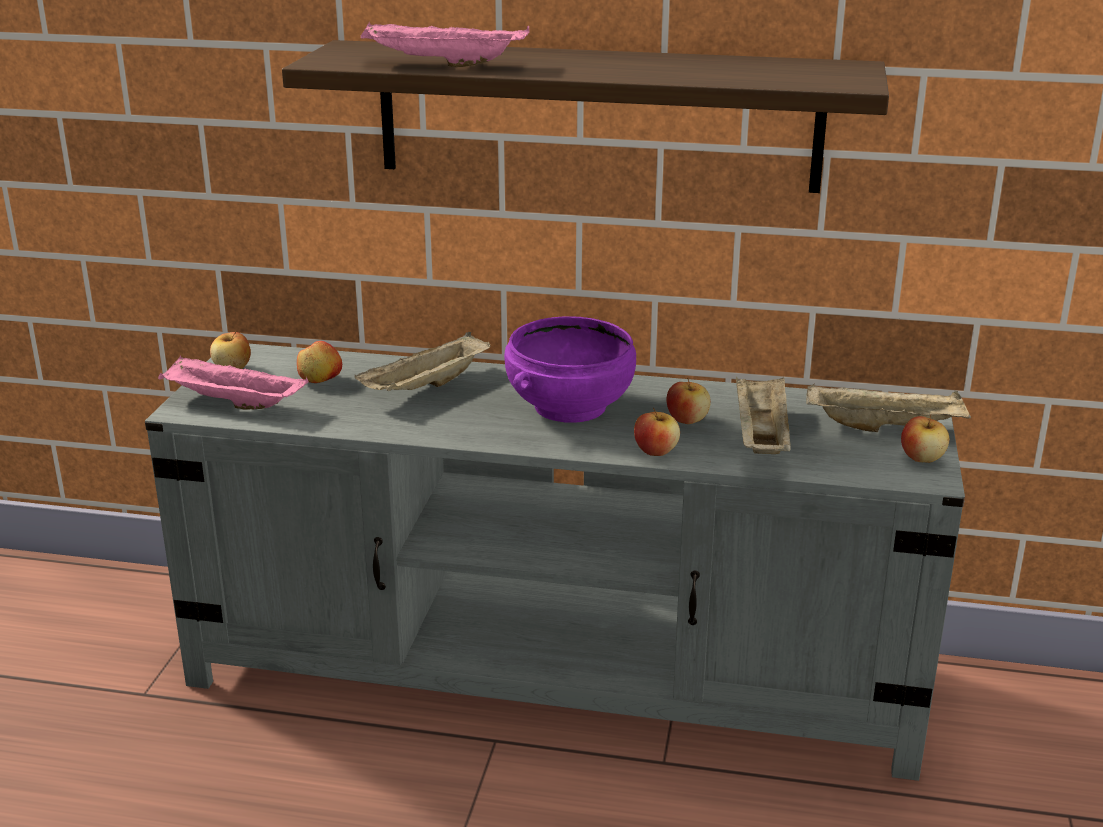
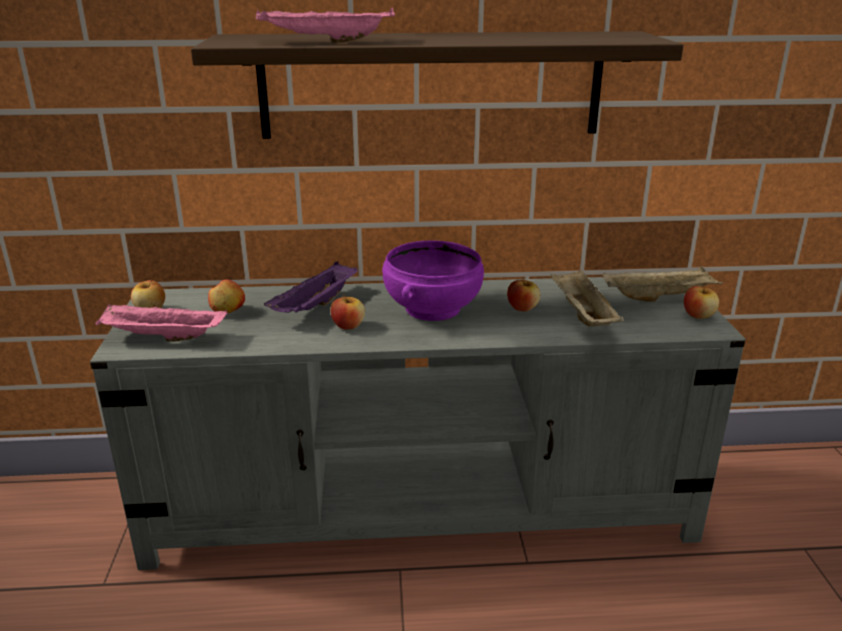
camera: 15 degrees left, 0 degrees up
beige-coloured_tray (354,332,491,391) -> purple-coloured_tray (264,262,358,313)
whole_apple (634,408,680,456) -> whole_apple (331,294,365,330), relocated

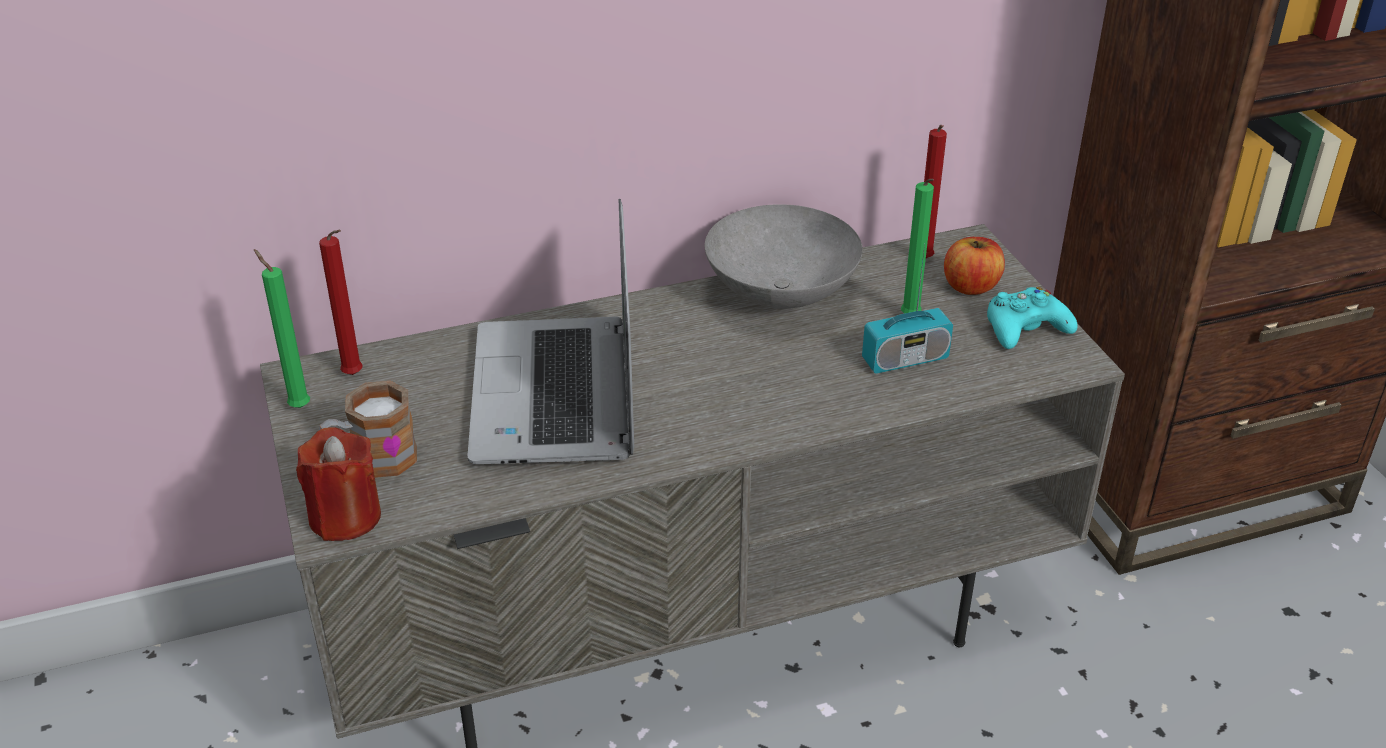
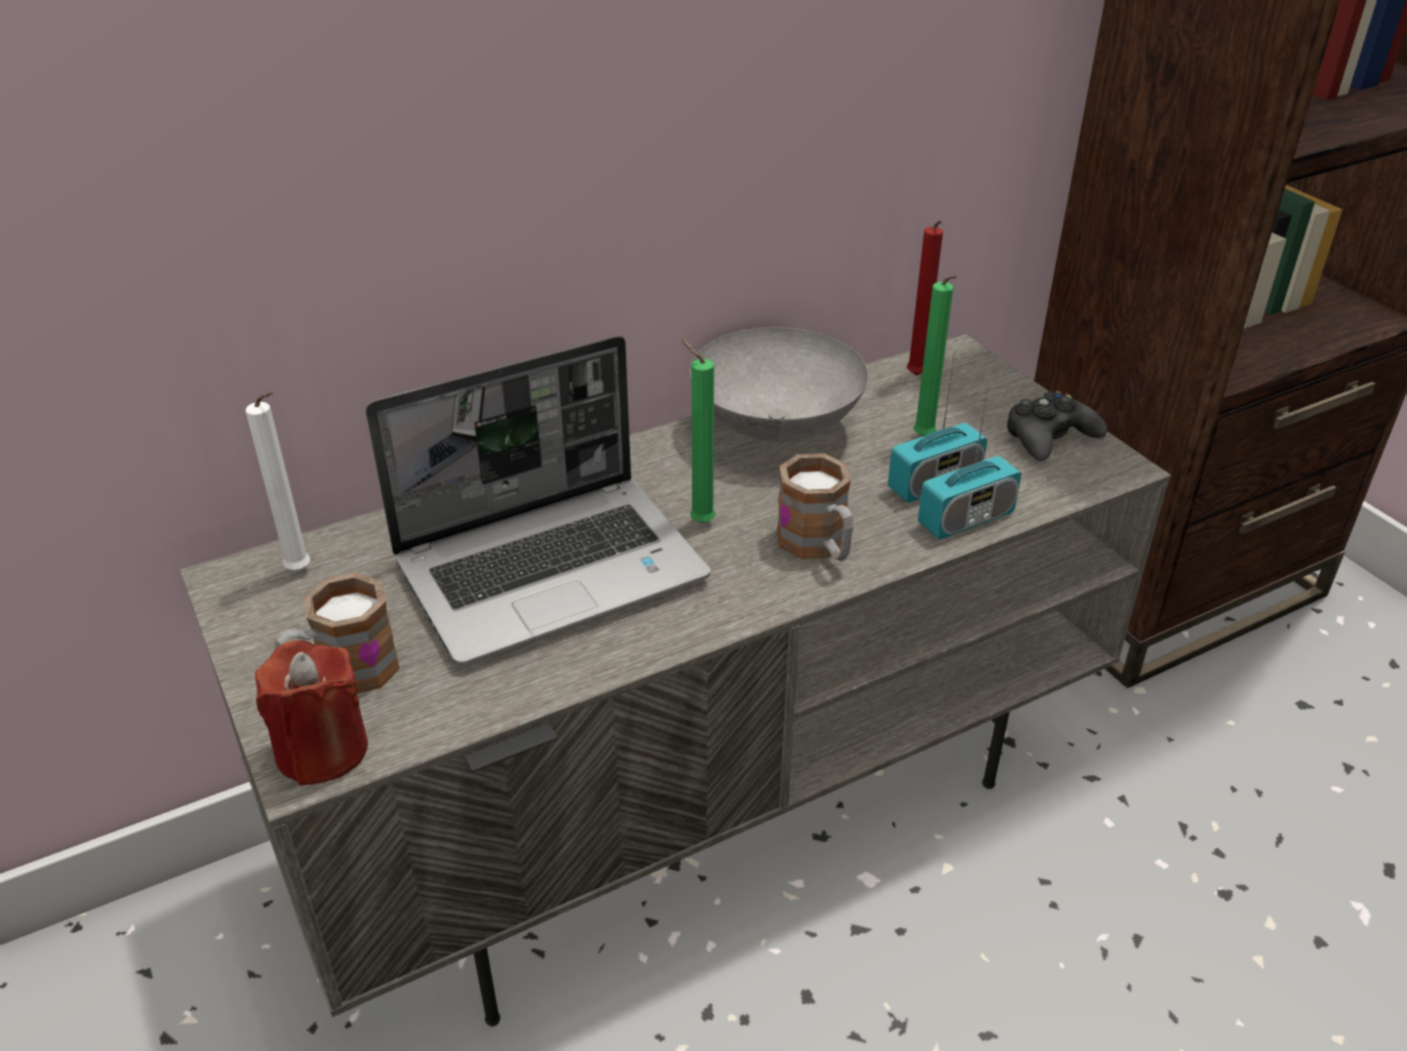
camera: 10 degrees left, 0 degrees up
greenish_candle (254,249,310,408) -> greenish_candle (681,339,716,523), relocated
reddish_candle (319,230,363,375) -> white_candle (246,392,310,570)
laptop (467,199,634,464) -> laptop (366,336,711,665), 105 degrees counterclockwise
whole_apple (944,237,1005,295) -> none
blue-green_joypad (987,287,1078,349) -> blackish_joypad (1007,391,1107,461)
none -> tea_mug (777,453,854,561)
none -> radio_set (918,381,1021,540)

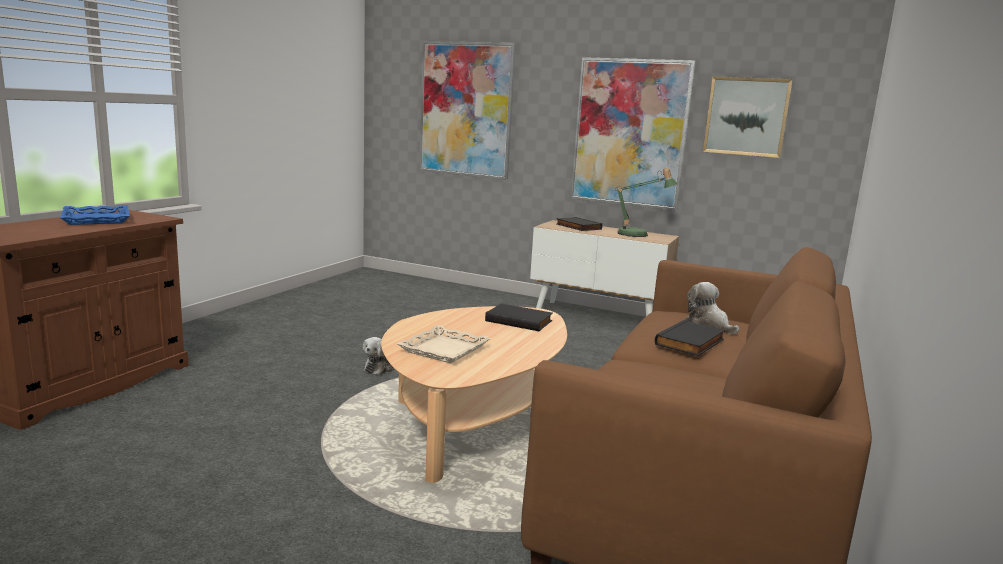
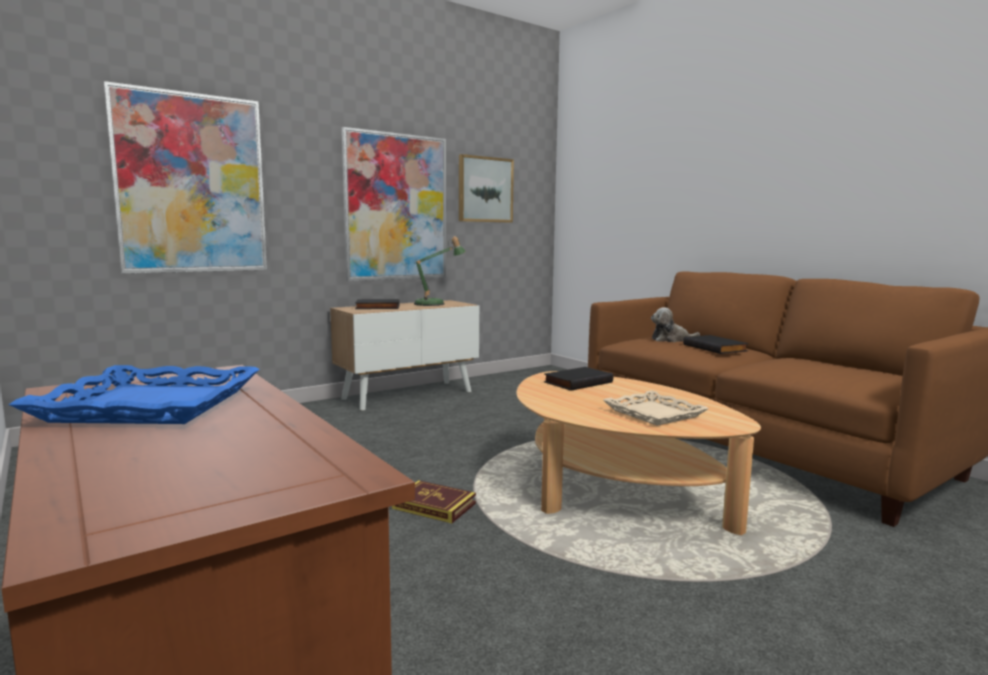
camera: 60 degrees left, 5 degrees down
cuddly_toy (362,337,393,375) -> book (392,480,476,523)

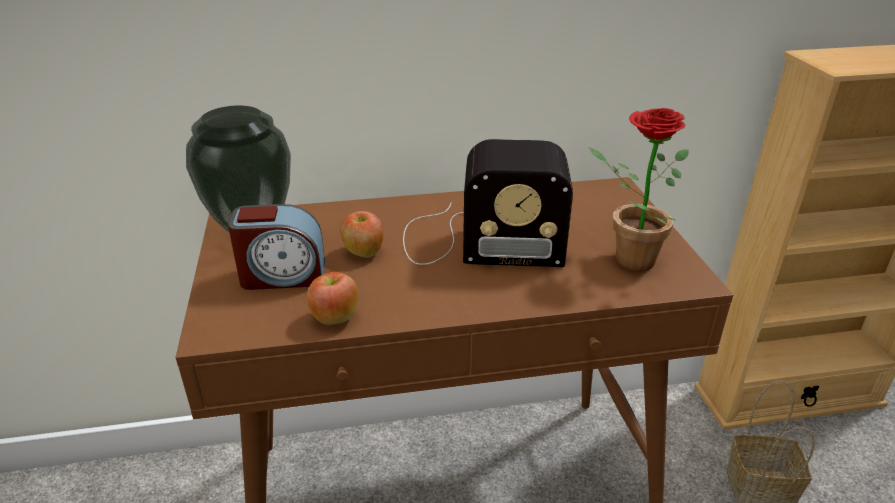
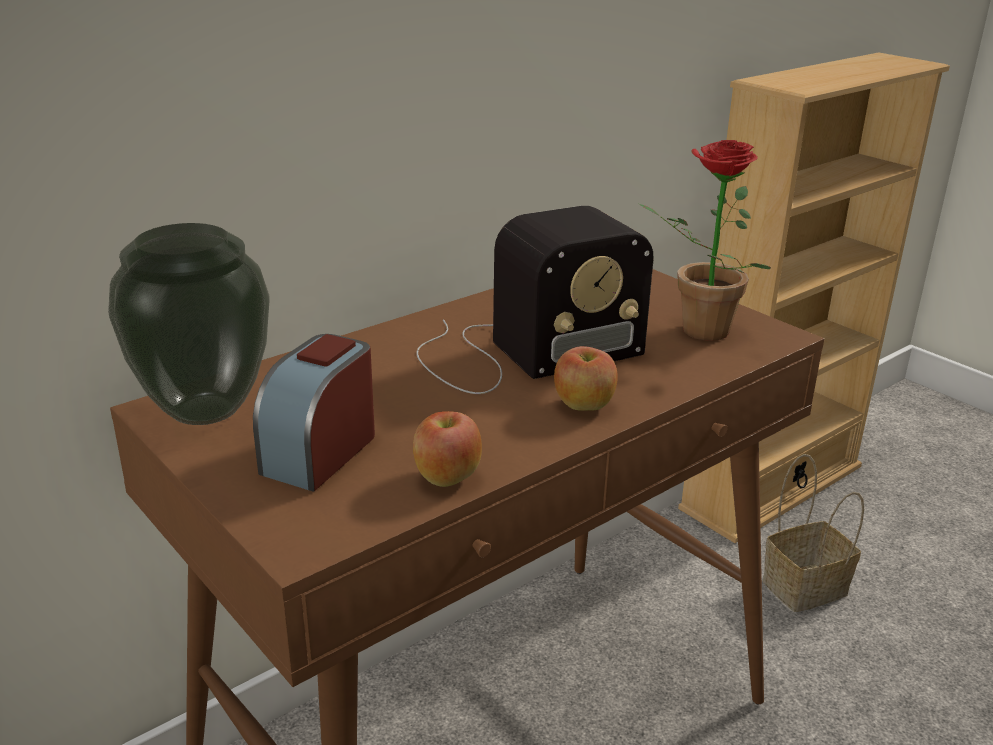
camera: 30 degrees left, 5 degrees down
table_clock (228,204,325,290) -> table_clock (253,334,375,492), 150 degrees clockwise
whole_apple (340,211,384,258) -> whole_apple (554,346,618,411), relocated

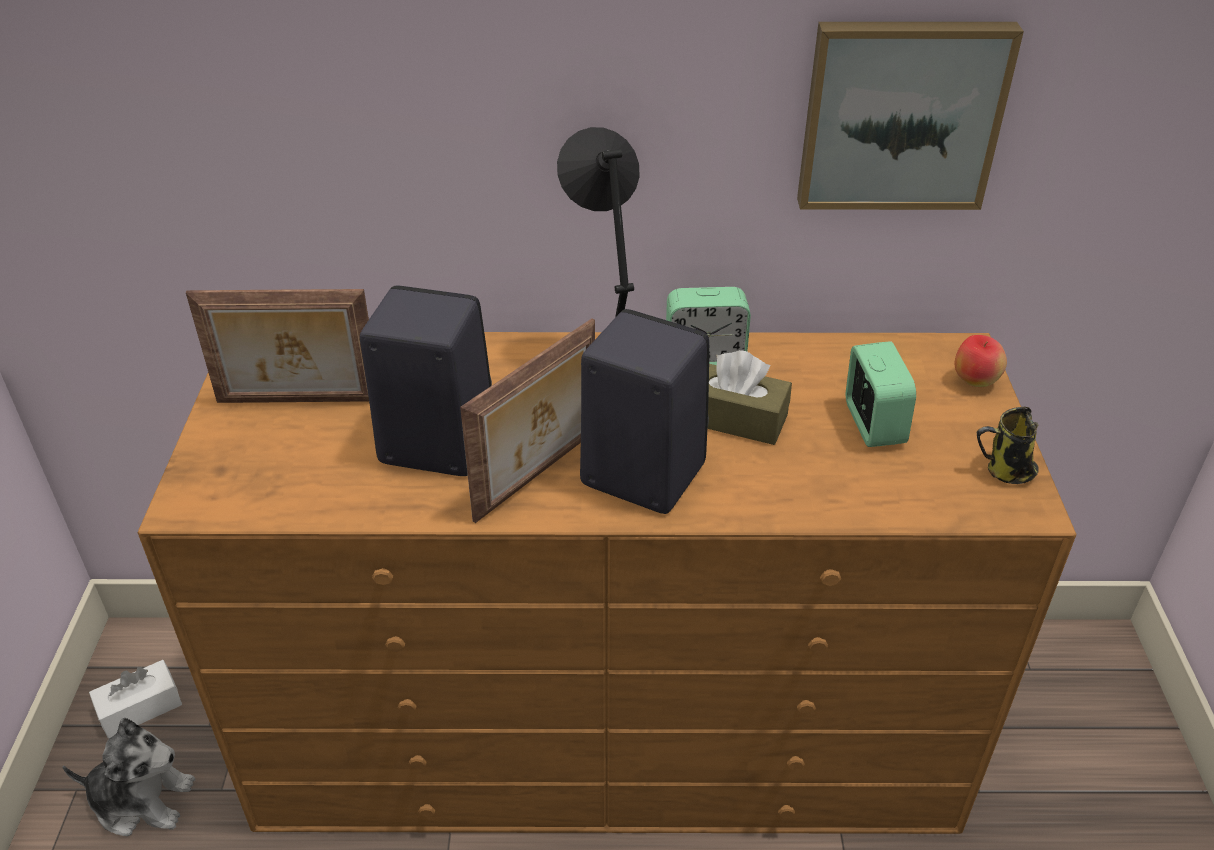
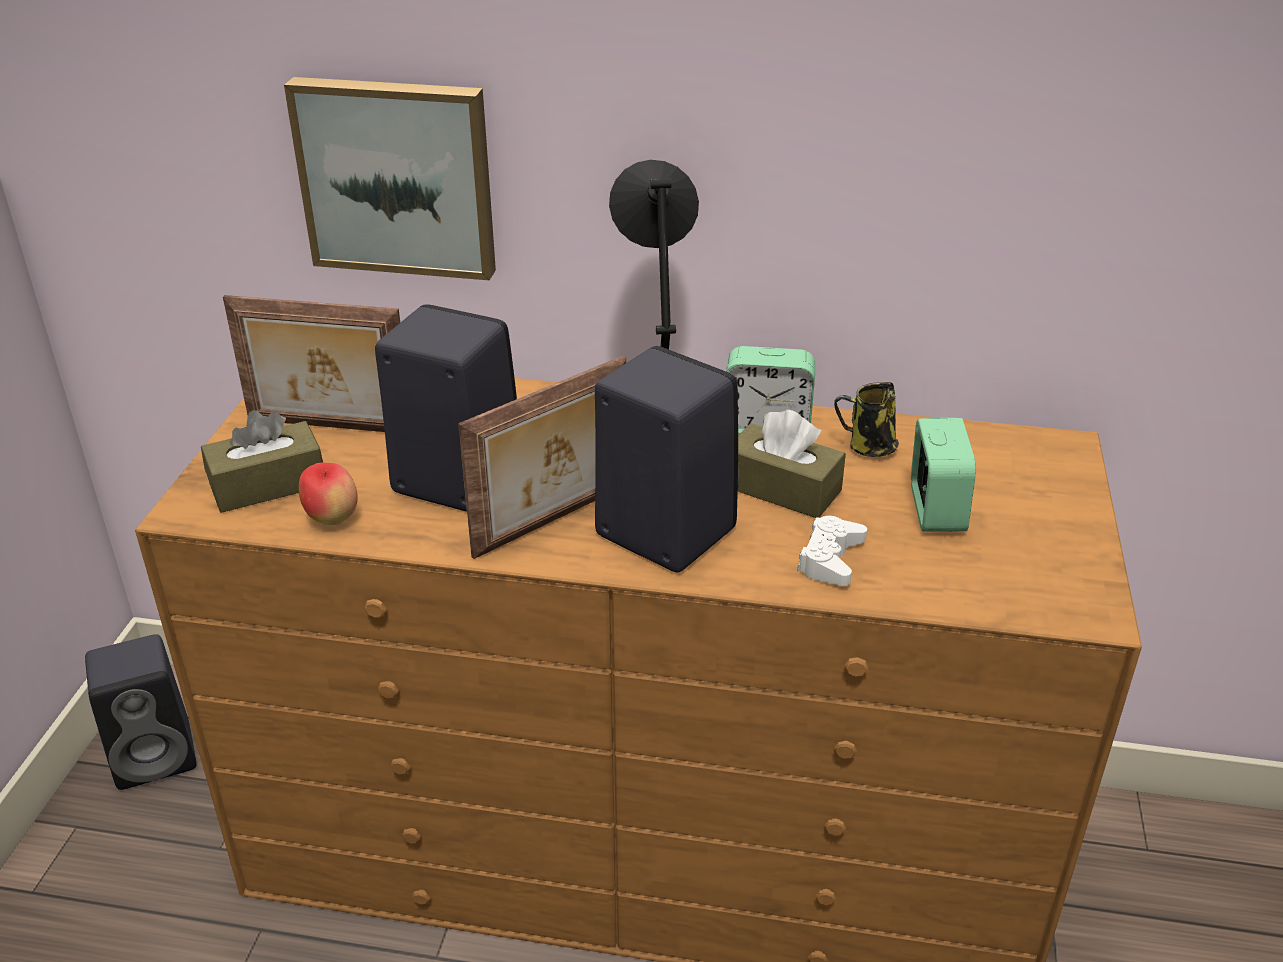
camera: 10 degrees right, 5 degrees down
cuddly_toy (62,718,195,836) -> none
white_box_of_tissues (89,660,182,738) -> blackish_loudspeaker (85,634,196,790)
picture (797,22,1024,210) -> picture (284,77,496,280), relocated
whole_apple (955,335,1007,387) -> whole_apple (299,463,358,525), relocated
tea_mug (977,407,1039,484) -> tea_mug (834,382,899,457), relocated
none -> brownish_box_of_tissues (201,410,323,513)
none -> white_joypad (797,516,867,586)

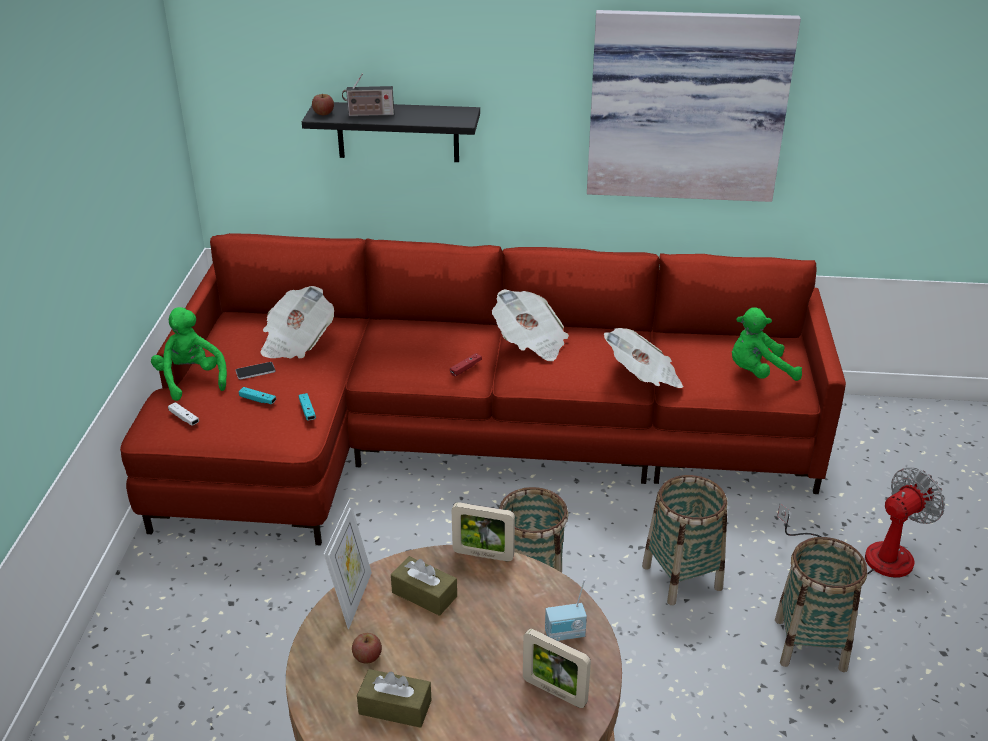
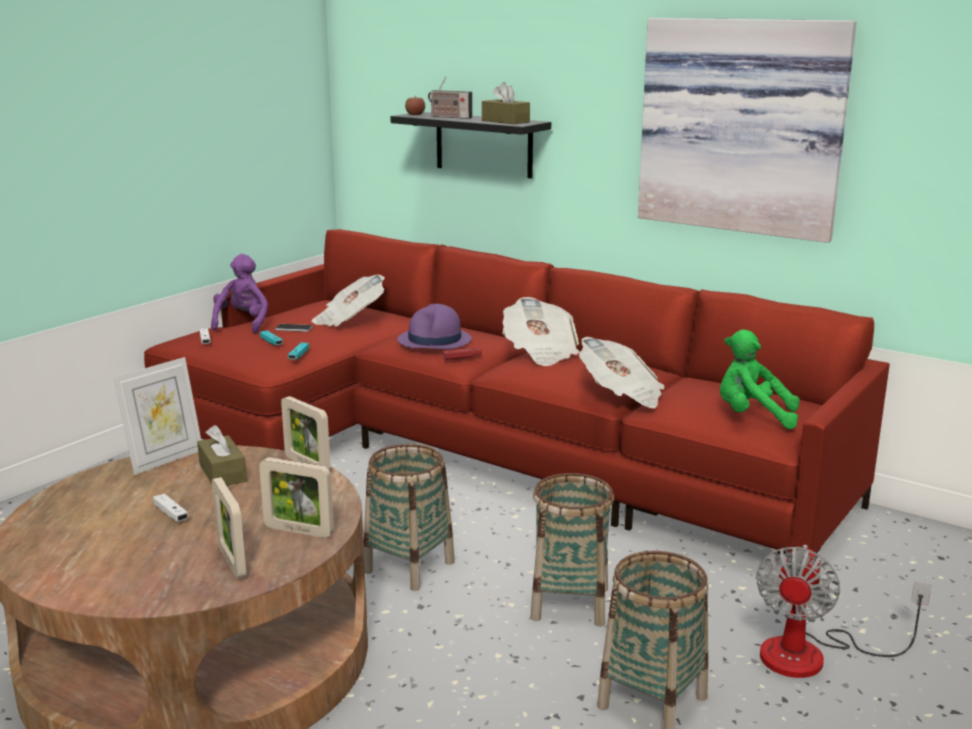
camera: 30 degrees right, 15 degrees down
greenish_cuddly_toy (151,307,227,401) -> purple-coloured_cuddly_toy (211,254,268,334)
whole_apple (352,633,382,664) -> none
brownish_box_of_tissues (357,669,431,728) -> brownish_box_of_tissues (482,82,530,124), relocated
radio_set (545,579,587,641) -> standing_frame (259,457,334,538)
cooling_fan (777,467,945,578) -> cooling_fan (756,545,931,678), 120 degrees clockwise
none -> white_joypad (153,494,189,522)
none -> purple-coloured_clothing_hat (398,304,471,349)

